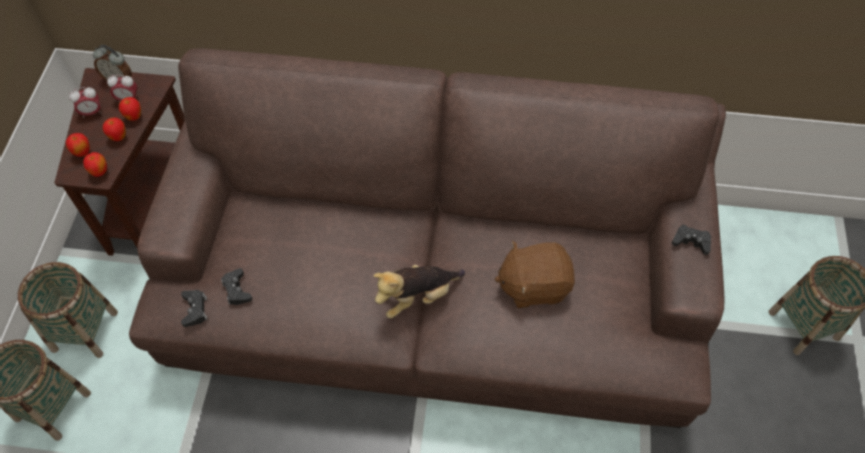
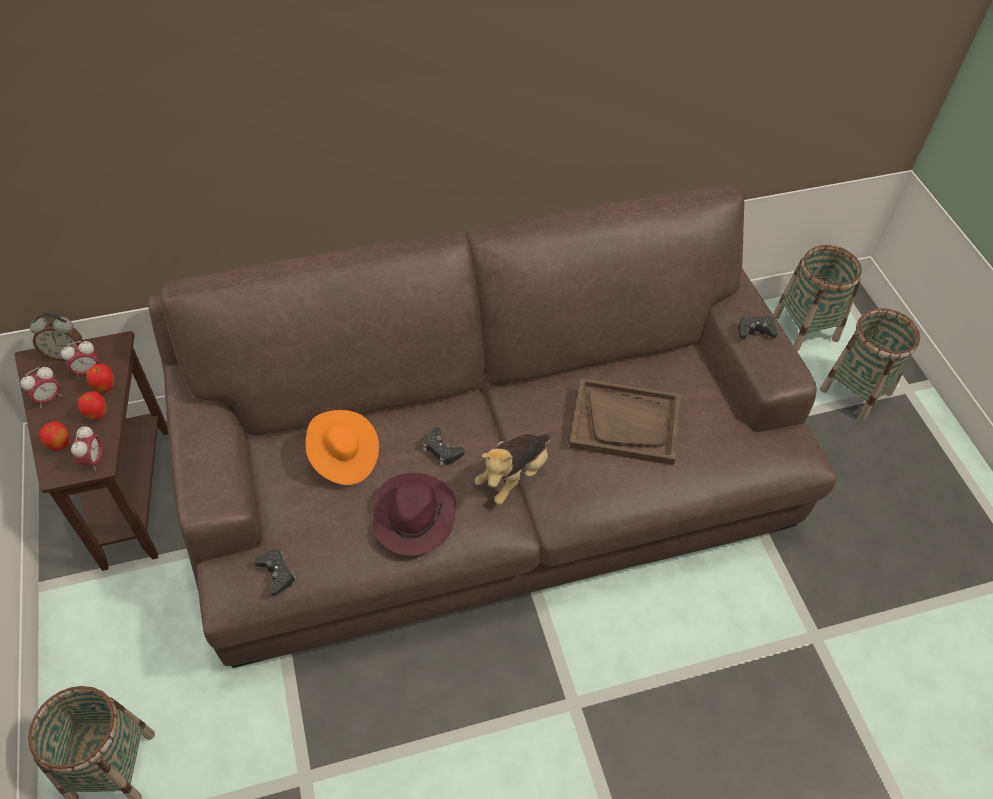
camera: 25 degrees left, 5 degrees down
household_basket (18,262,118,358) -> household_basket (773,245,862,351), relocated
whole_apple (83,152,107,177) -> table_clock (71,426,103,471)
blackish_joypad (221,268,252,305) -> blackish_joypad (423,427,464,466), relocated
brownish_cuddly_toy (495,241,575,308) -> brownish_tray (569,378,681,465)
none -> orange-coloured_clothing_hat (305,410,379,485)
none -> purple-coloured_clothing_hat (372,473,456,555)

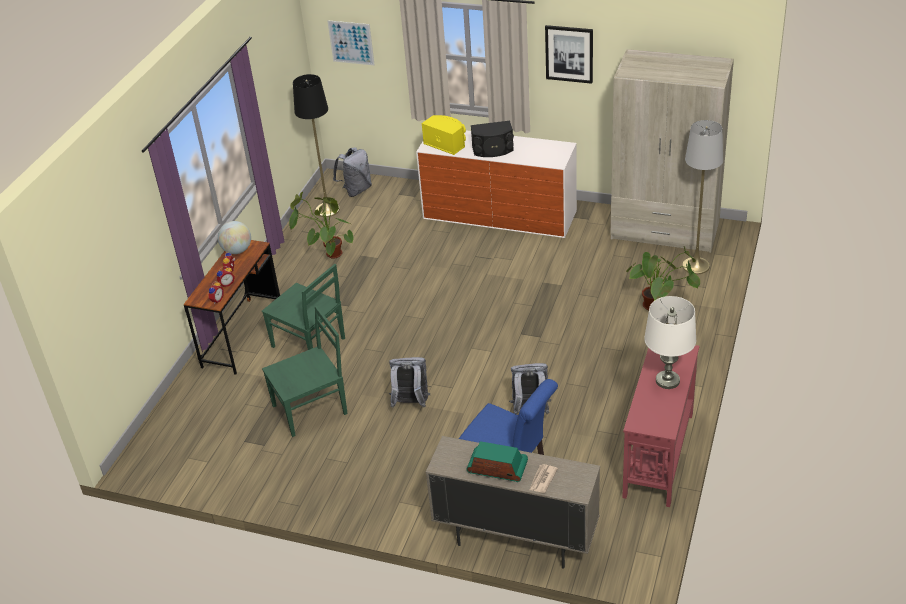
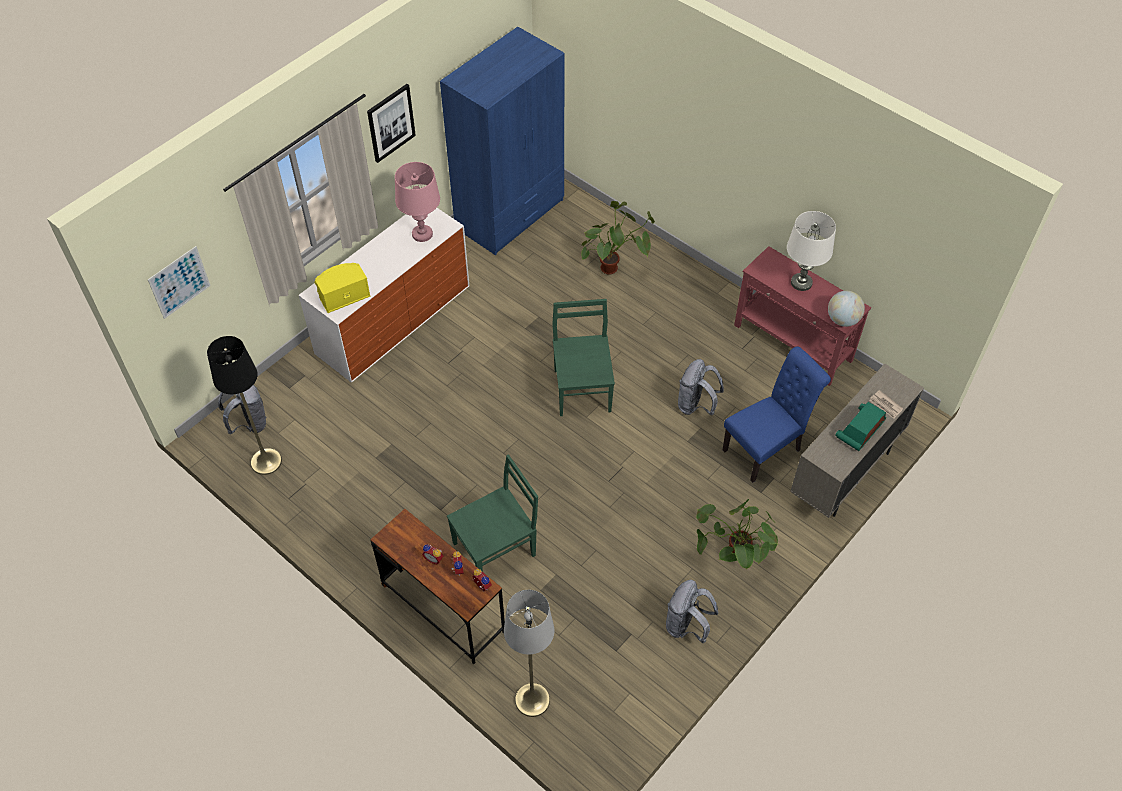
camera: 70 degrees left, 15 degrees up
world_globe (218,221,251,254) -> world_globe (828,291,865,327), relocated
greenish_upright_chair (262,306,348,437) -> greenish_upright_chair (552,299,615,416), relocated
houseplant (289,192,354,259) -> houseplant (696,499,778,569), relocated
grey_backpack (389,357,430,408) -> grey_backpack (666,580,719,643), relocated
blackish_loudspeaker (471,121,514,157) -> none
beige-coloured_wardrobe (611,49,734,253) -> blue_wardrobe (440,27,565,255)
grey_floor_lamp (682,120,723,274) -> grey_floor_lamp (504,590,554,717), relocated
none -> pink-coloured_lamp_for_a_table (395,162,440,242)

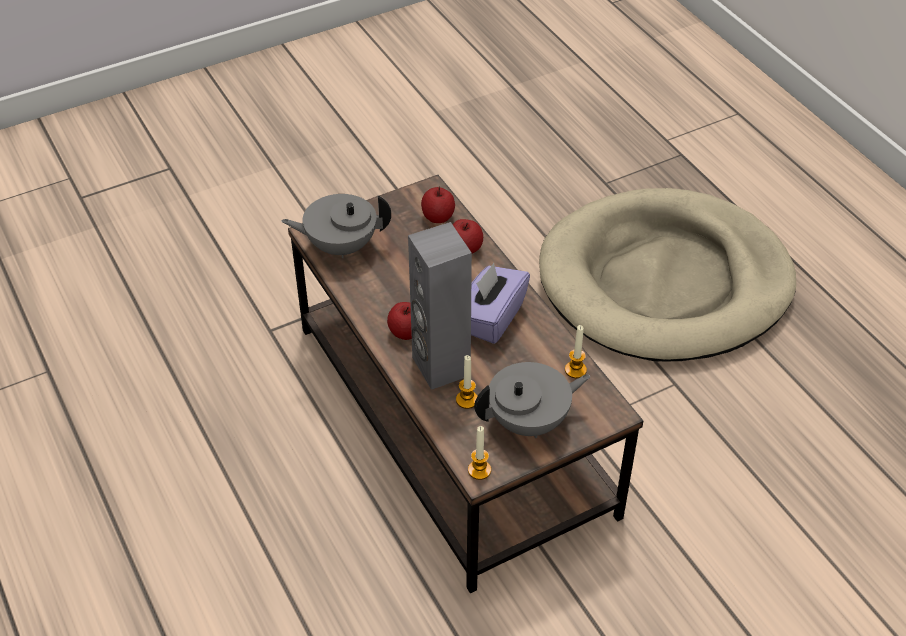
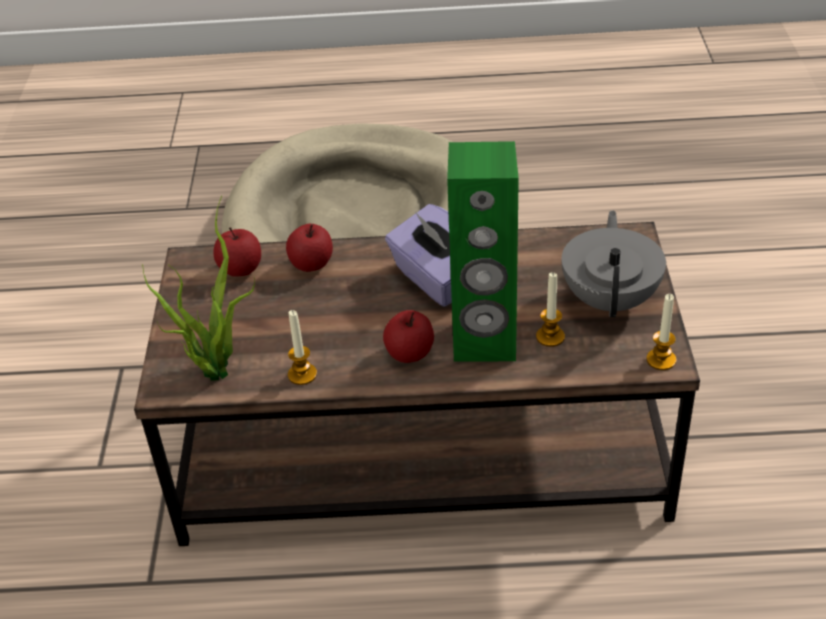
camera: 60 degrees left, 5 degrees down
grey_teapot (281,194,391,258) -> houseplant (142,196,255,381)
grey_loudspeaker (408,222,472,390) -> greenish_loudspeaker (447,141,519,362)
candle (565,325,587,378) -> candle (288,310,317,385), relocated

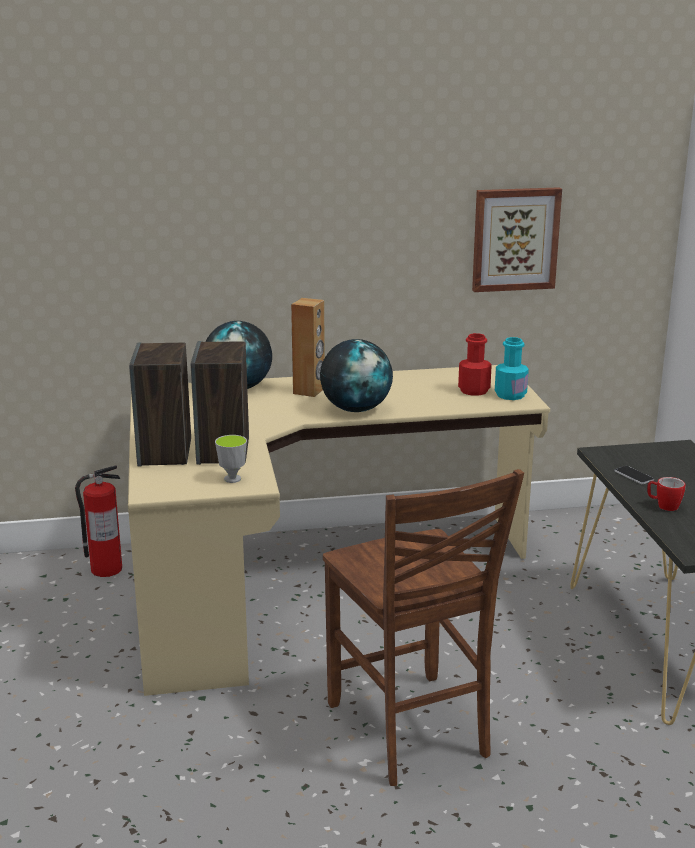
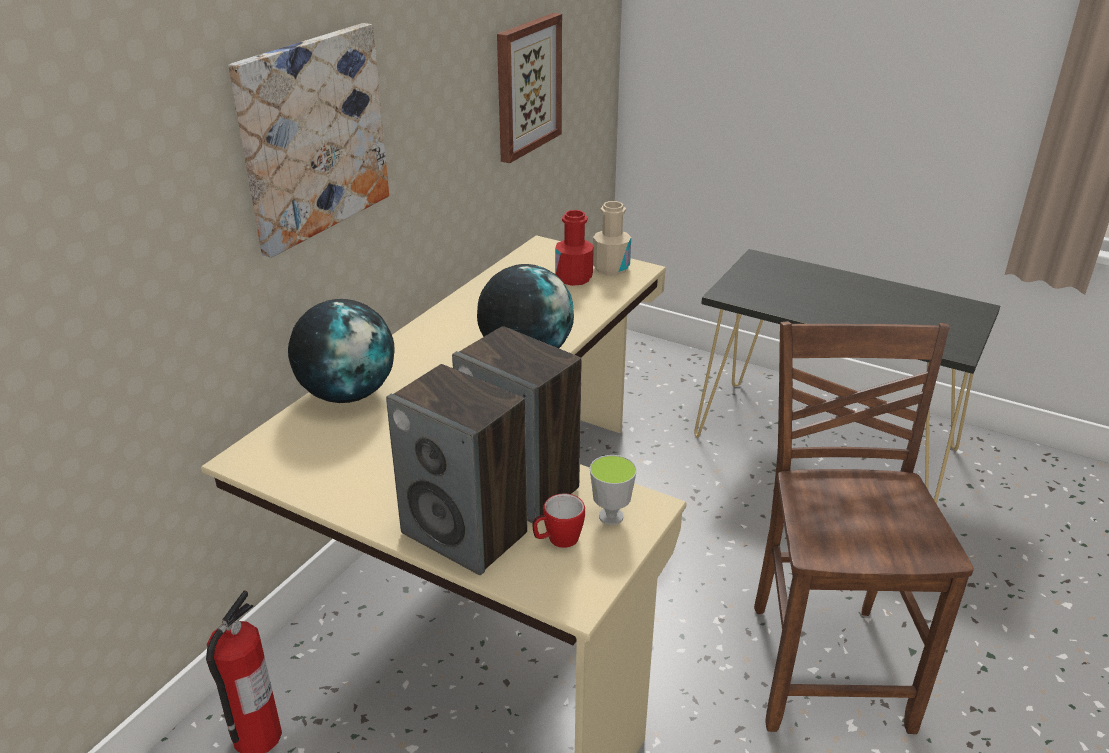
camera: 50 degrees left, 10 degrees up
brownish_loudspeaker (291,298,325,397) -> none
brownish_upright_chair (323,469,524,786) -> brownish_upright_chair (754,321,974,734), 105 degrees counterclockwise
blue-green_beverage_bottle (495,337,529,400) -> beige-coloured_beverage_bottle (593,201,631,275)
phone (614,466,654,484) -> none
tea_mug (647,477,685,511) -> tea_mug (532,493,585,548), relocated
none -> picture (228,23,389,258)

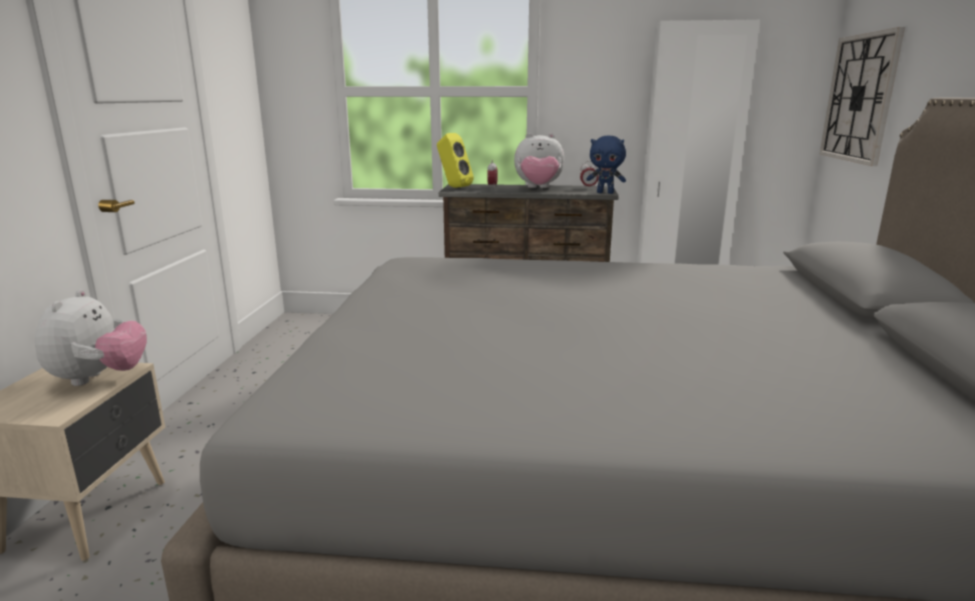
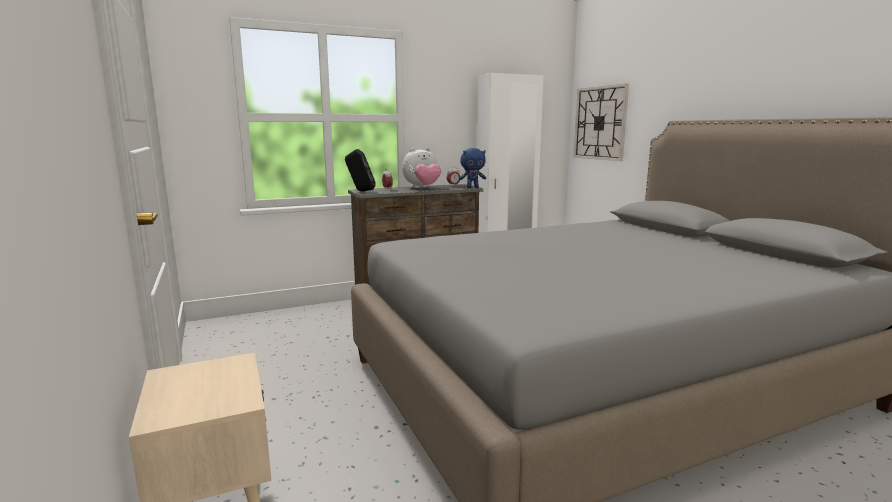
camera: 30 degrees left, 5 degrees down
cuddly_toy (35,290,147,386) -> none
yellow-coloured_loudspeaker (437,133,474,188) -> blackish_loudspeaker (345,149,376,191)

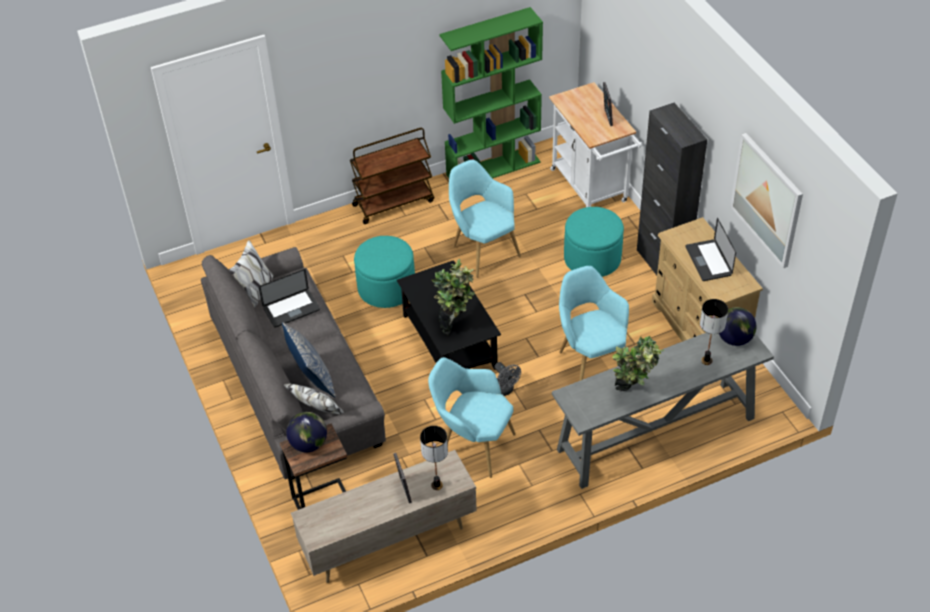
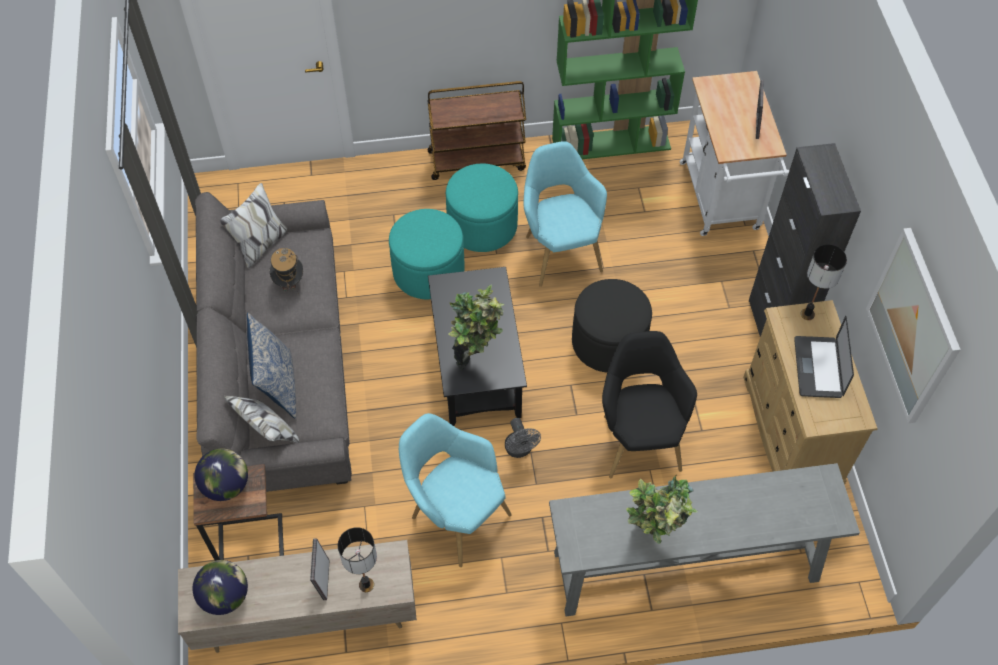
camera: 15 degrees right, 10 degrees up
laptop (259,269,320,328) -> clothing_hat (270,248,303,295)
blue-green_armchair (559,266,629,381) -> blackish_armchair (602,331,697,479)
blue-green_footrest (564,207,624,277) -> blue-green_footrest (446,164,518,252), relocated
lamp_for_a_table (700,299,728,365) -> lamp_for_a_table (801,244,847,320), relocated
world_globe (719,307,756,346) -> world_globe (192,560,248,615), relocated
none -> blackish_footrest (572,279,652,372)

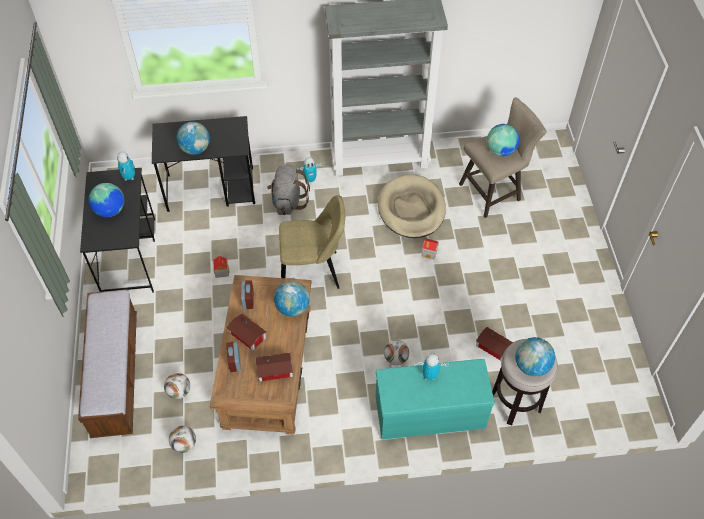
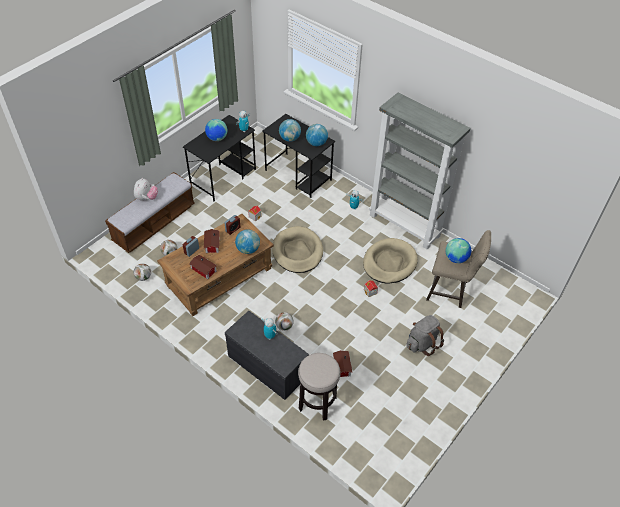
camera: 45 degrees right, 5 degrees down
grey_backpack (267,164,310,215) -> grey_backpack (406,315,444,356), relocated
beige-coloured_upright_chair (279,195,345,289) -> beige-coloured_dog_cushion (272,226,323,273)
blue-green_long_seat (376,359,494,440) -> grey_long_seat (225,311,309,400)
world_globe (515,337,555,377) -> world_globe (306,124,328,146), relocated
none -> cuddly_toy (134,178,158,201)

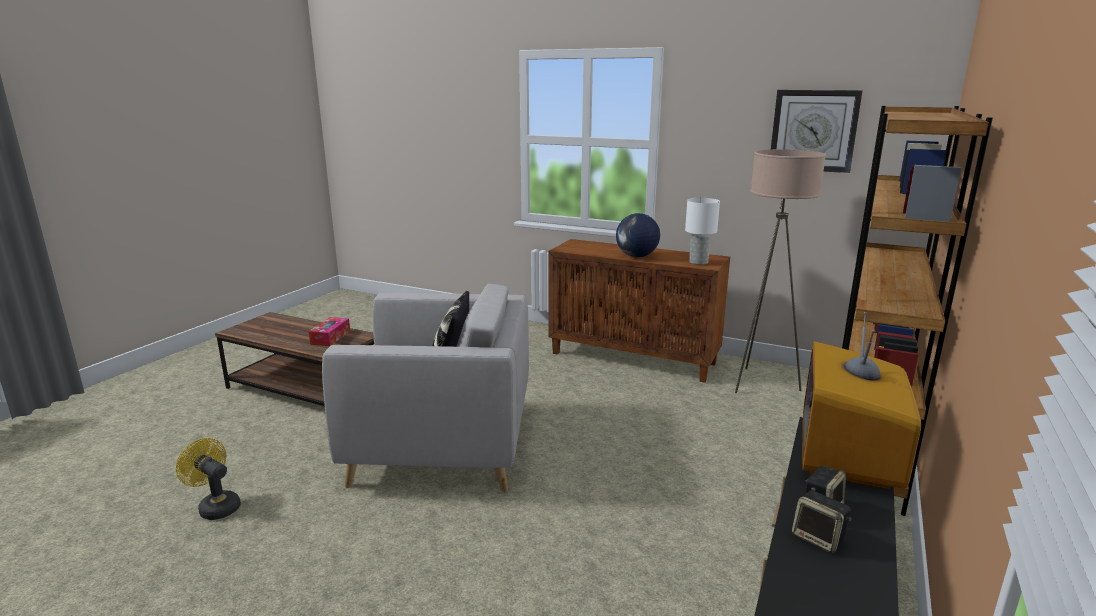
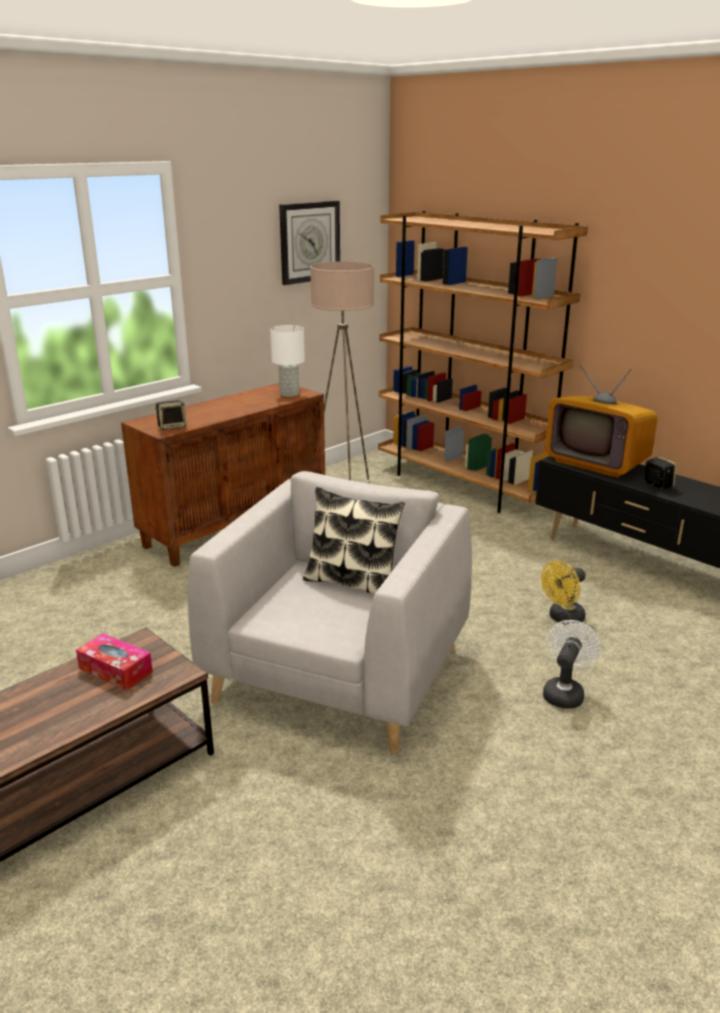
camera: 70 degrees left, 5 degrees up
yellow-coloured_cooling_fan (176,438,241,520) -> yellow-coloured_cooling_fan (541,561,586,625), relocated
world_globe (616,213,660,257) -> none
loudspeaker (792,490,852,553) -> loudspeaker (155,400,187,430), relocated
none -> white_cooling_fan (543,620,601,709)

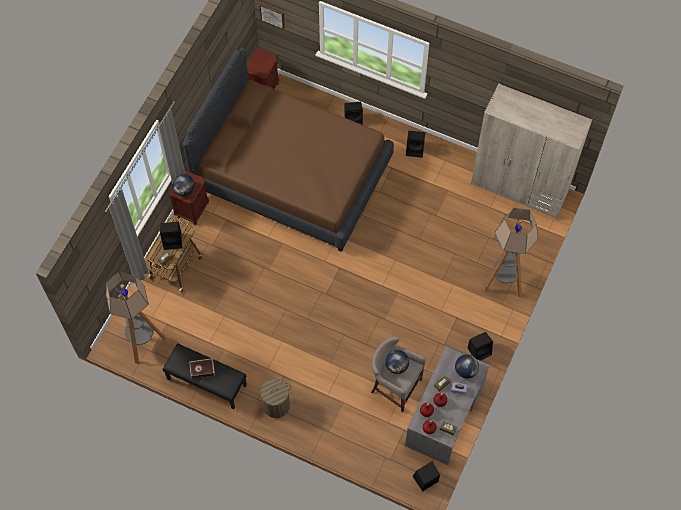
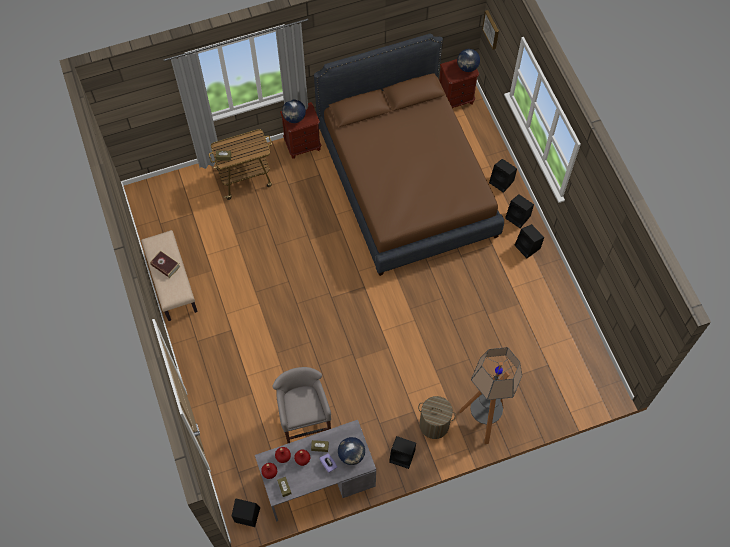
camera: 45 degrees right, 0 degrees up
floor_lamp (106,272,166,364) -> none
blackish_loudspeaker (160,222,182,250) -> blackish_loudspeaker (505,194,534,228), relocated
blackish_long_seat (163,343,247,410) -> beige-coloured_long_seat (141,230,198,321)
washing_basket (258,379,291,418) -> washing_basket (418,396,456,439), relocated
world_globe (385,350,409,374) -> world_globe (457,49,480,72), relocated
beige-coloured_wardrobe (471,84,592,219) -> none

